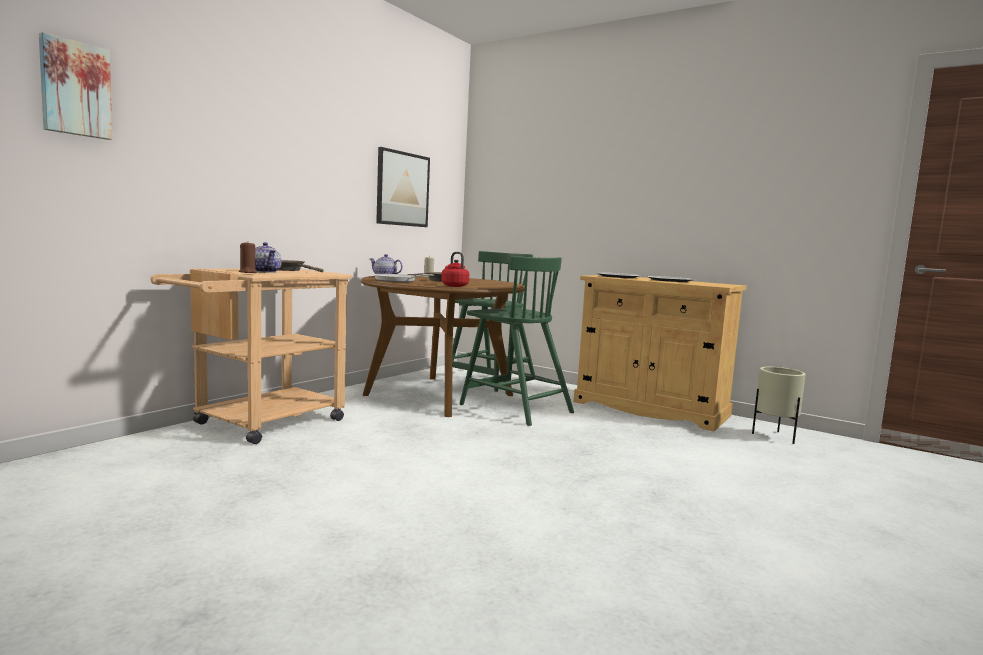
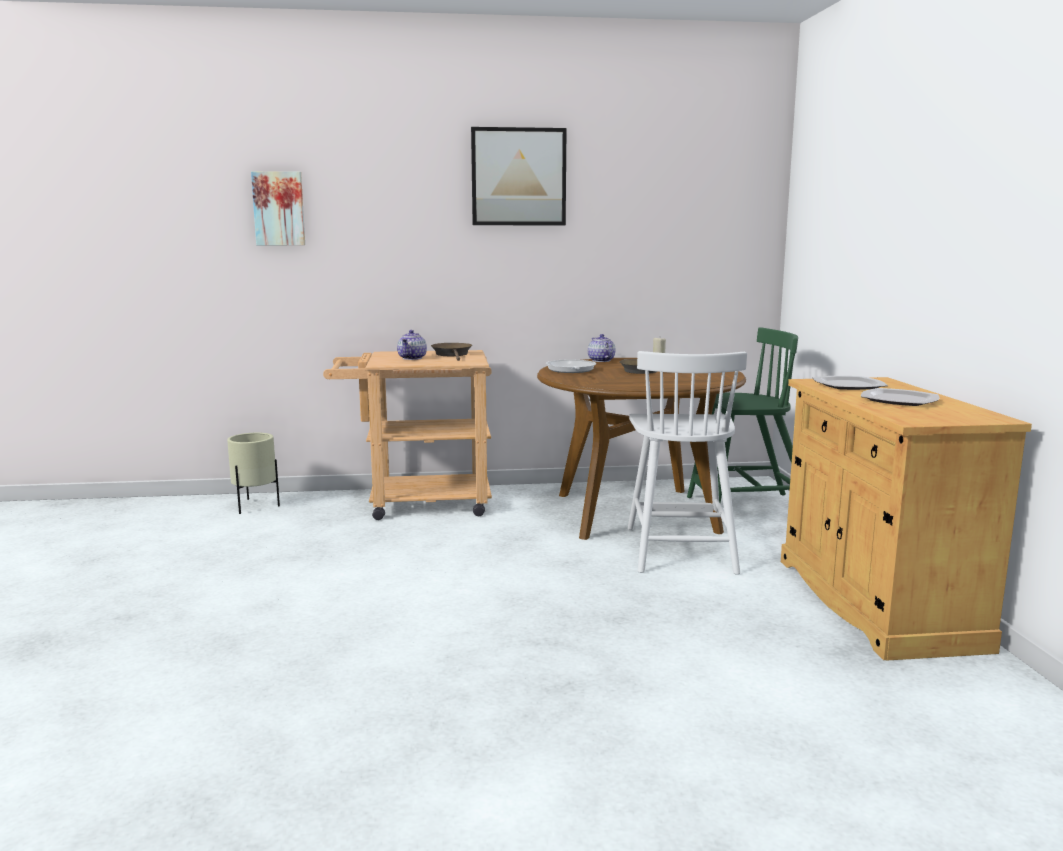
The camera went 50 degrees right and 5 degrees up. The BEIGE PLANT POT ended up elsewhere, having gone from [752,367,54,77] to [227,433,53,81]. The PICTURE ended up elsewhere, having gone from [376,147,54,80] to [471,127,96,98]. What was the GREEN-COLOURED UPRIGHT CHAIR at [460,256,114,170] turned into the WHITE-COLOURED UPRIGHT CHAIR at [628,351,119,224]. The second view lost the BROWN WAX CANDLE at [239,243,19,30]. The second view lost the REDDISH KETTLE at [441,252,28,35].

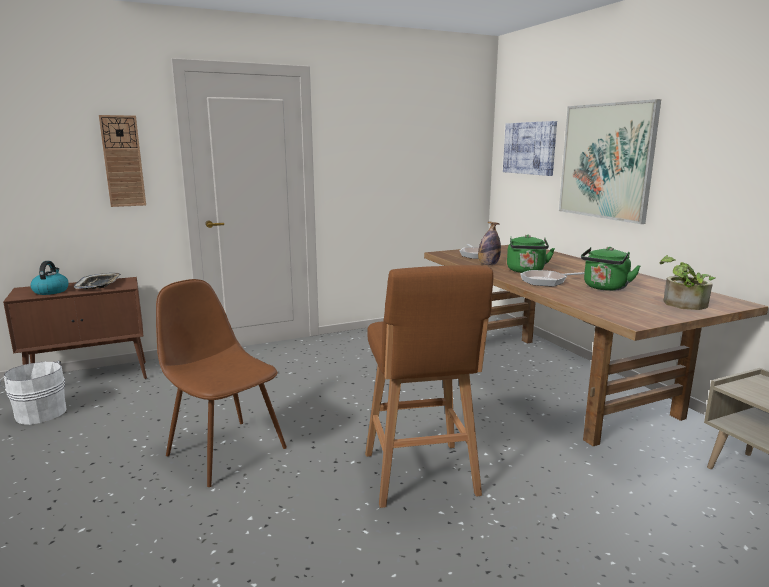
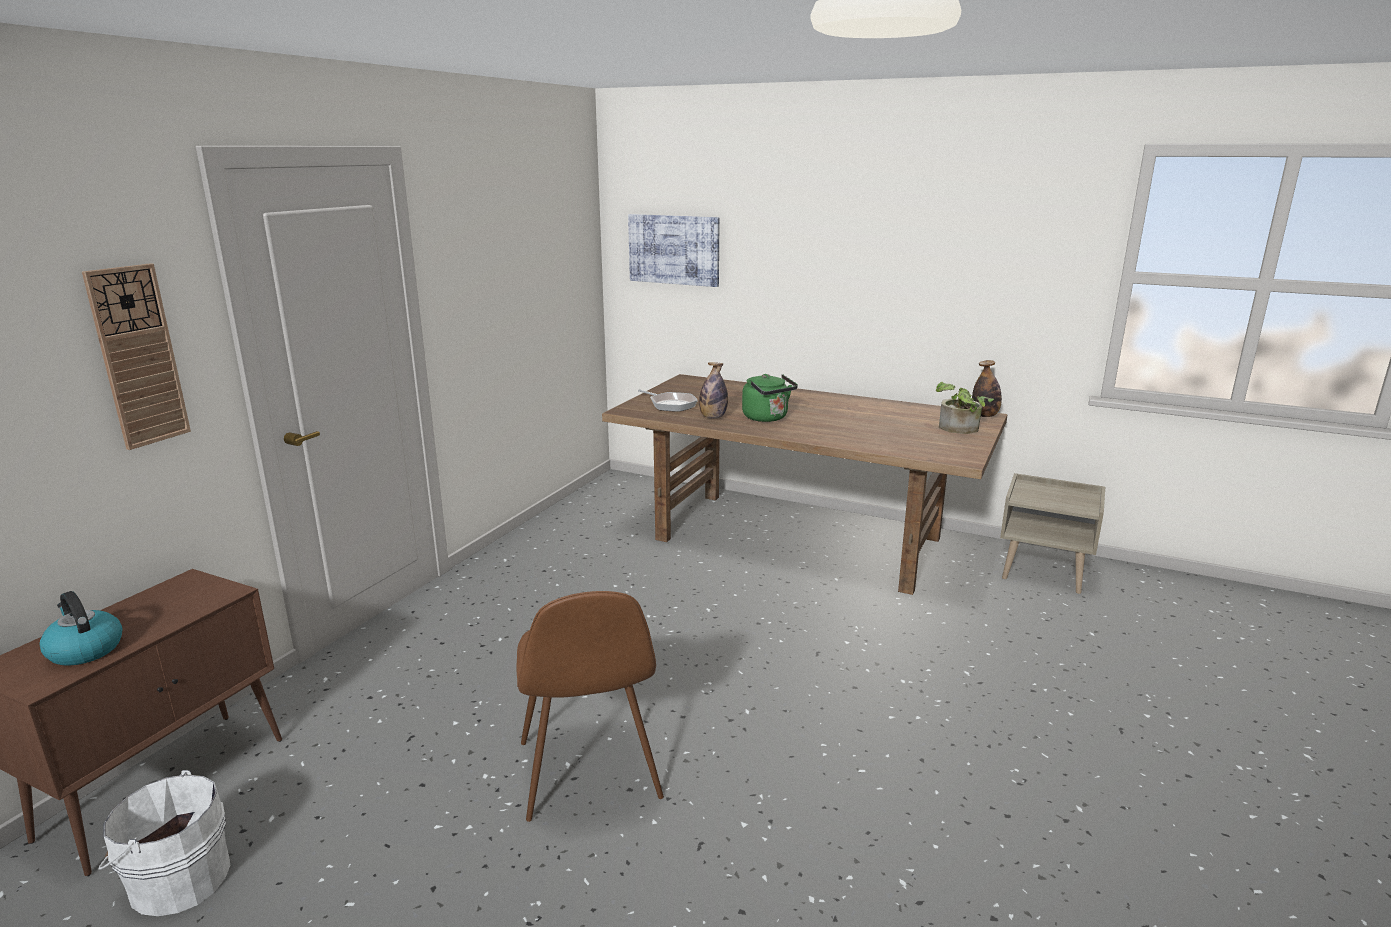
The camera went 40 degrees left and 5 degrees up. The BROWN UPRIGHT CHAIR at [156,279,131,208] ended up facing another way, 105 degrees counterclockwise from before. The second view gained the BOTTLE at [972,360,30,57]. The second view lost the TRAY at [74,273,47,16]. The second view lost the BROWN STOOL at [365,265,128,243]. The second view lost the SKILLET at [520,270,64,17]. The second view lost the PICTURE at [559,99,102,125]. The second view lost the GREEN-COLOURED KETTLE at [581,247,59,44].

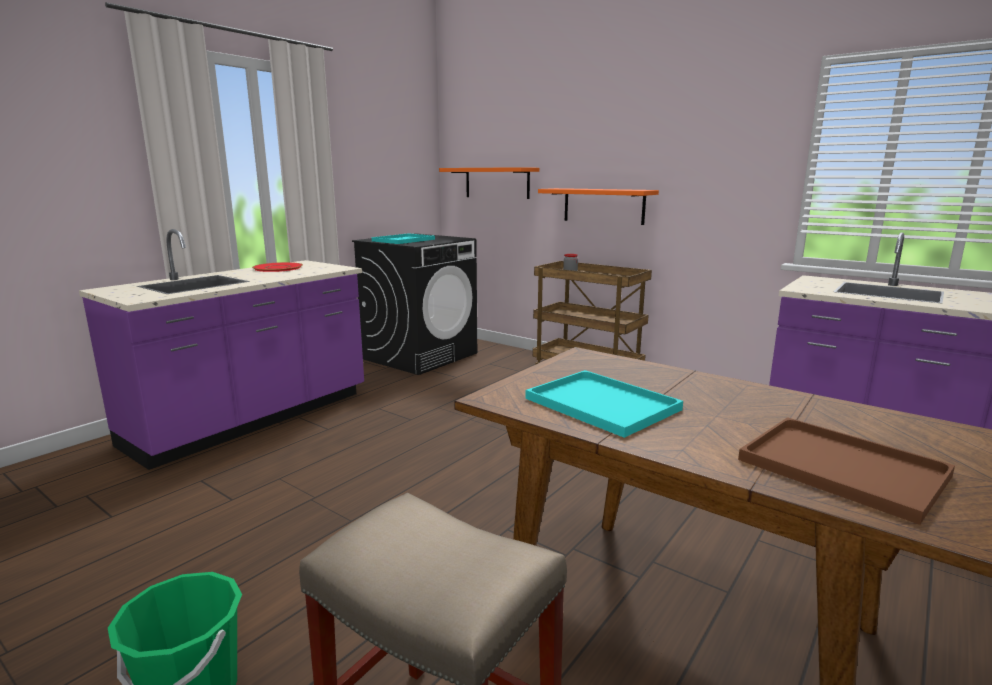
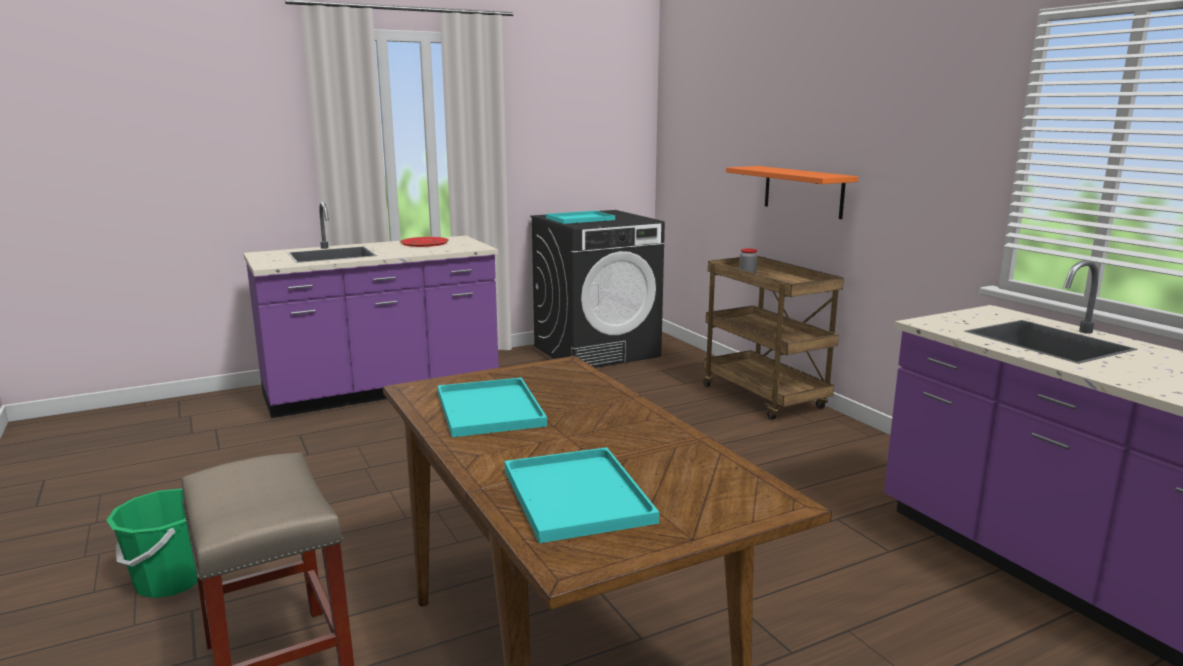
The camera went 25 degrees right and 0 degrees up. What was the BROWN TRAY at [738,417,217,108] turned into the TURQUOISE-COLOURED TRAY at [504,447,155,96]. The second view lost the ORANGEY SHELF at [439,167,100,32].

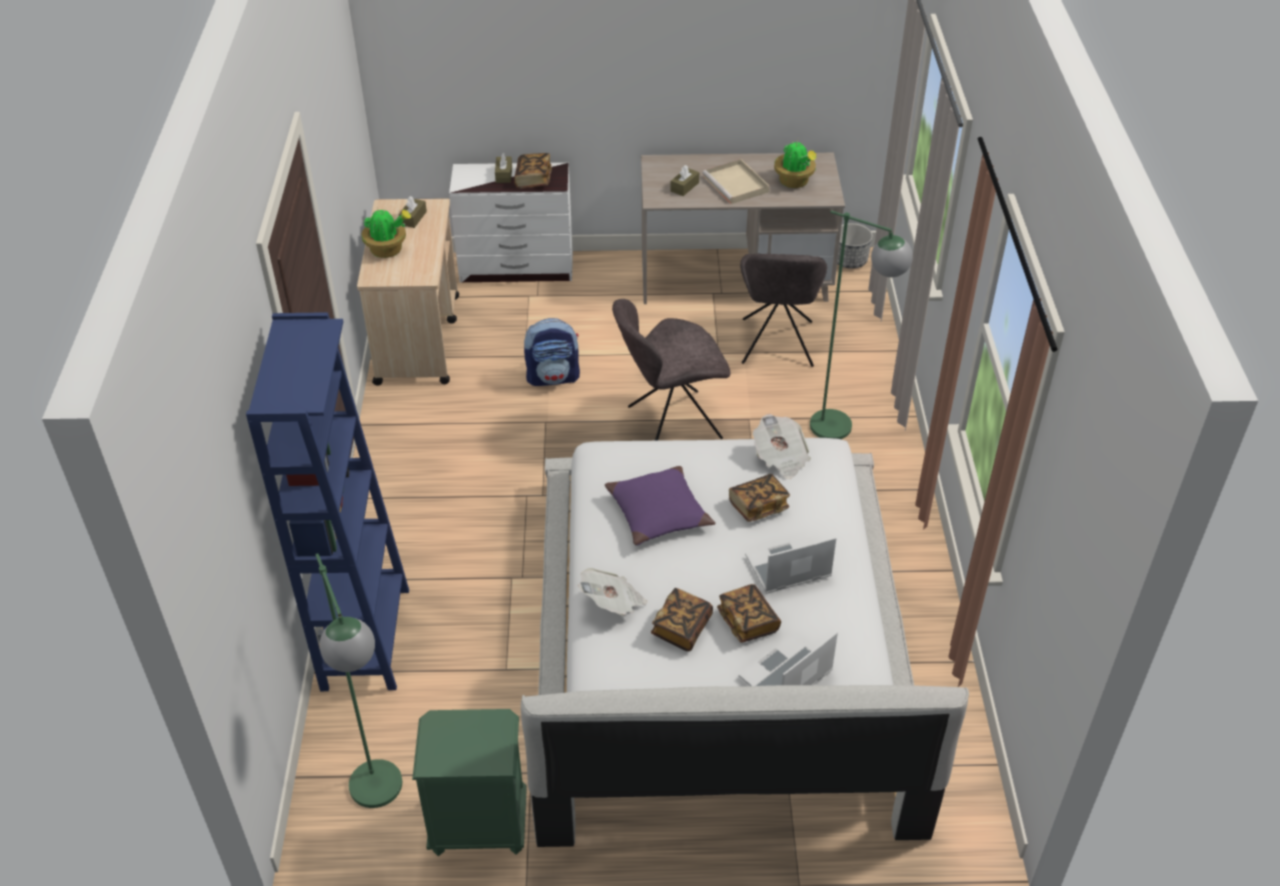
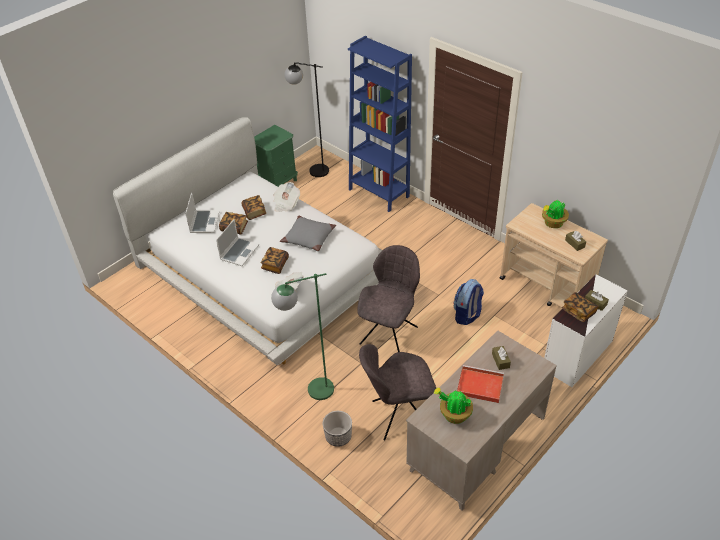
The camera went 135 degrees right and 0 degrees up. What was the PURPLISH THROW PILLOW at [605,466,110,80] turned into the GRAY THROW PILLOW at [280,216,56,35]. What was the GREEN-COLOURED STANDING LAMP at [315,553,87,255] turned into the BLACK STANDING LAMP at [284,62,45,115]. The PLANT POT ended up elsewhere, having gone from [837,223,36,46] to [323,411,29,36]. The GRAY UPRIGHT CHAIR at [740,253,87,114] ended up facing another way, 60 degrees counterclockwise from before. What was the BEIGE TRAY at [703,159,67,45] turned into the REDDISH TRAY at [457,365,47,38].

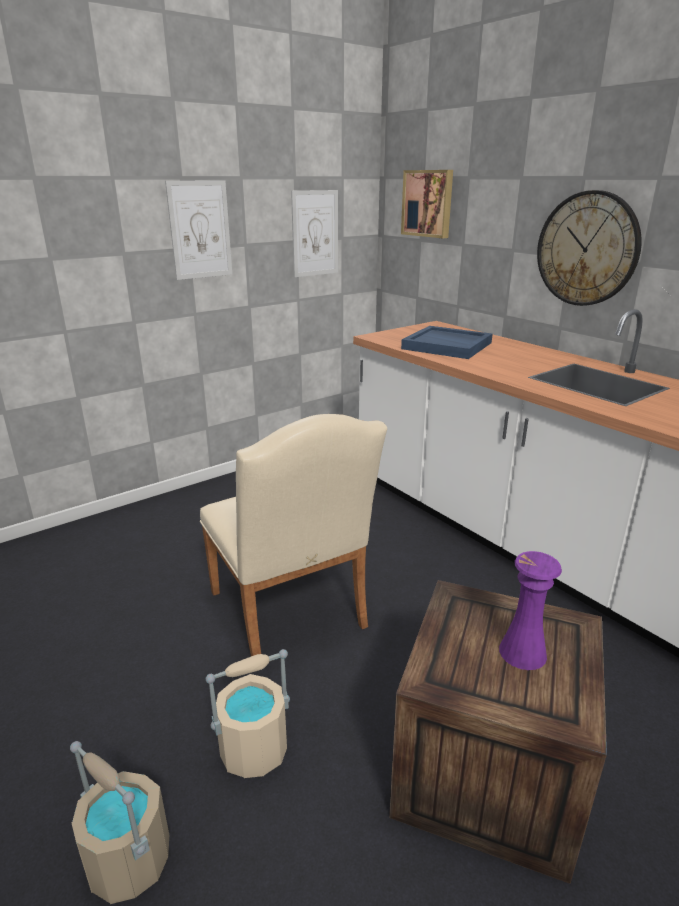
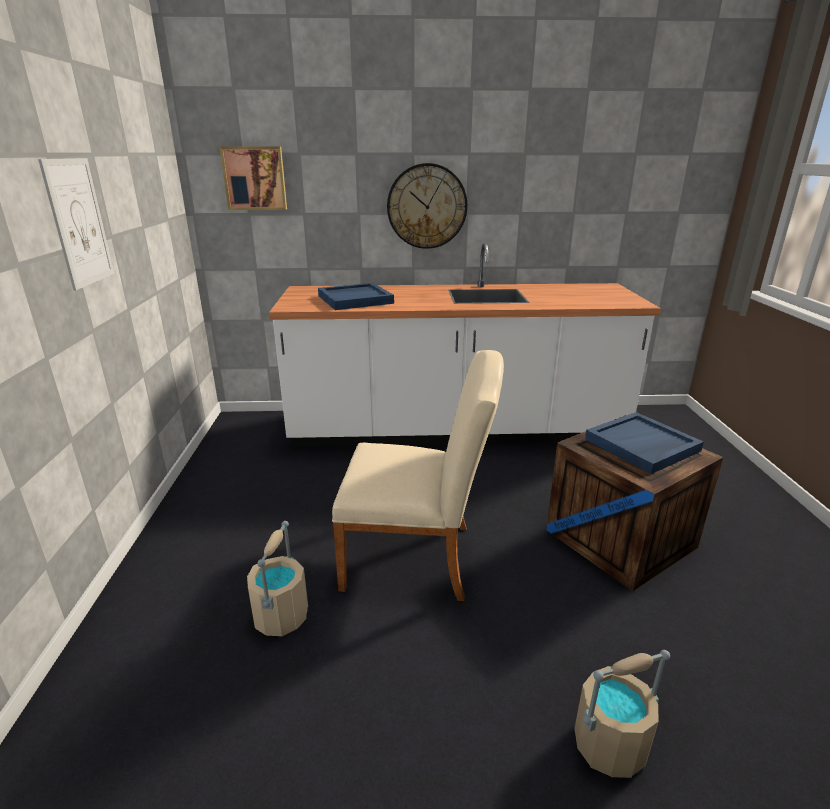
The camera went 55 degrees left and 0 degrees up. The BEIGE PAIL ended up elsewhere, having gone from [206,649,84,129] to [247,521,61,115]. Where the PURPLISH FLOWER VASE stood at [499,551,63,119], the BLUE TRAY came to stand at [585,412,119,62]. The second view lost the PICTURE at [291,190,47,87].

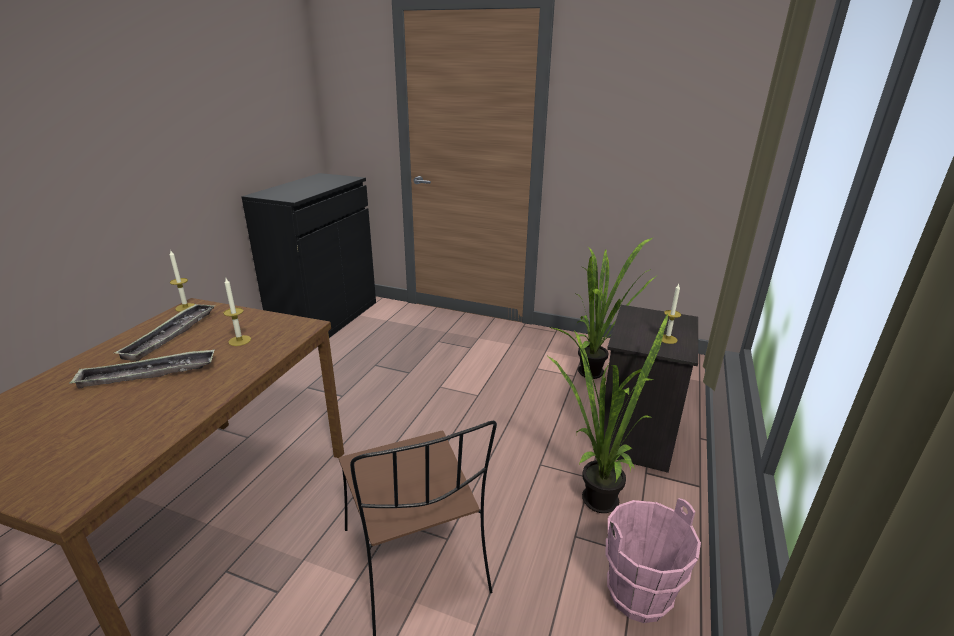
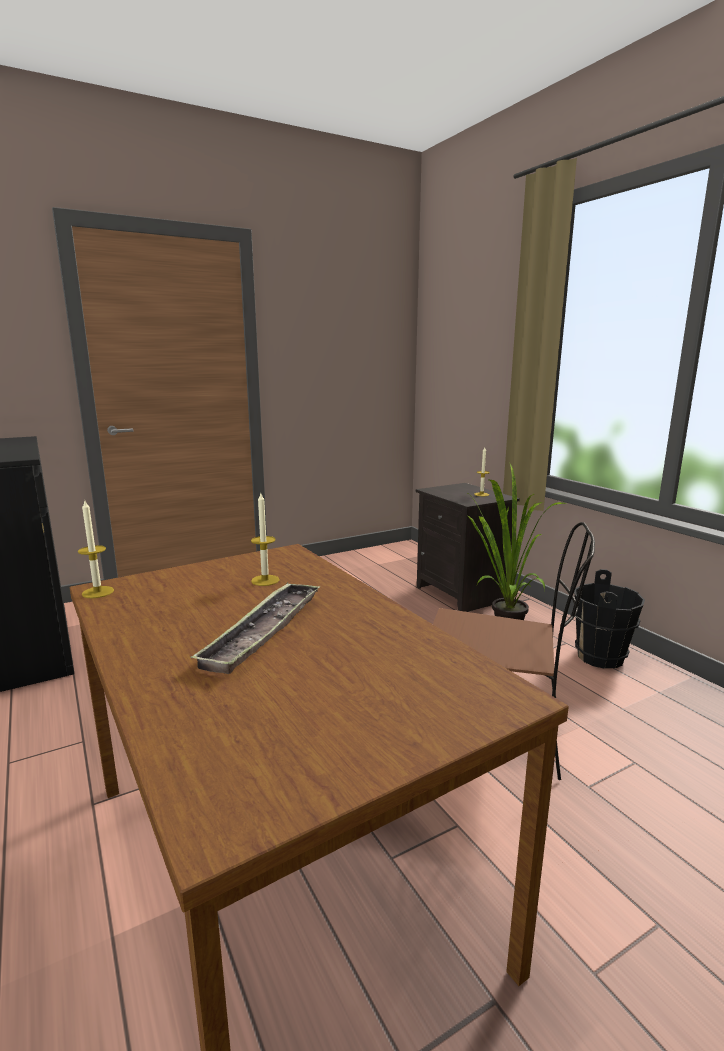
The camera went 50 degrees left and 10 degrees down. What was the PINKISH PAIL at [606,498,95,125] turned into the BLACK PAIL at [574,569,71,100]. The second view lost the TRAY at [115,304,101,57]. The second view lost the PLANT IN A POT at [576,238,80,141].

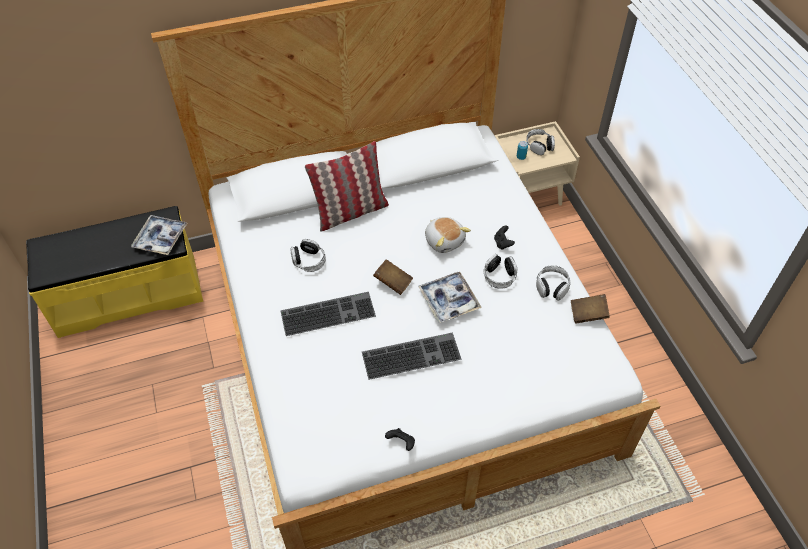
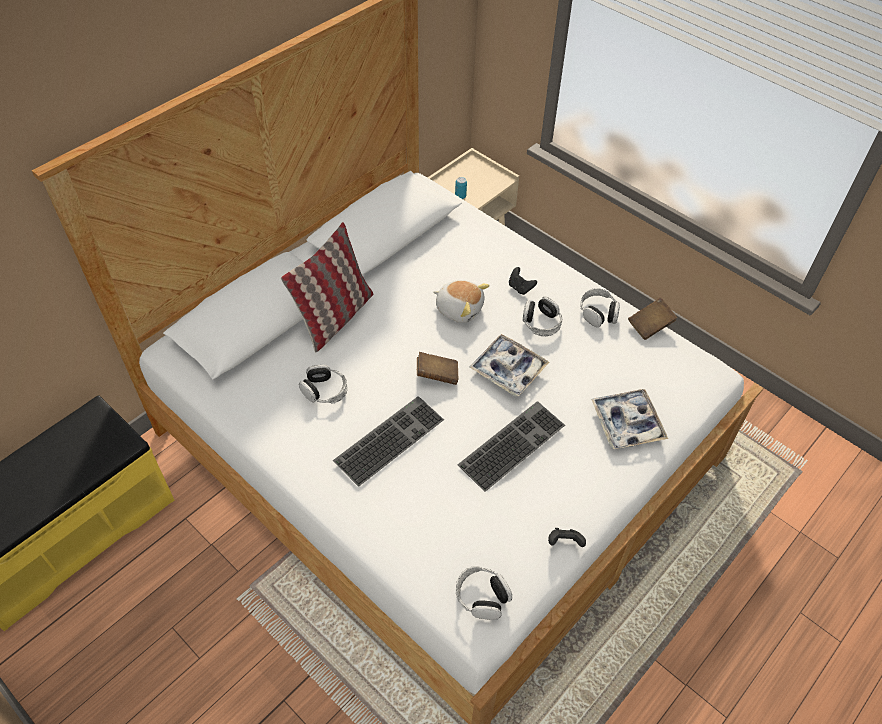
The camera went 30 degrees left and 0 degrees up. The HEADSET ended up elsewhere, having gone from [526,129,29,26] to [456,566,56,54]. The TRAY ended up elsewhere, having gone from [131,215,57,40] to [591,389,77,60].

